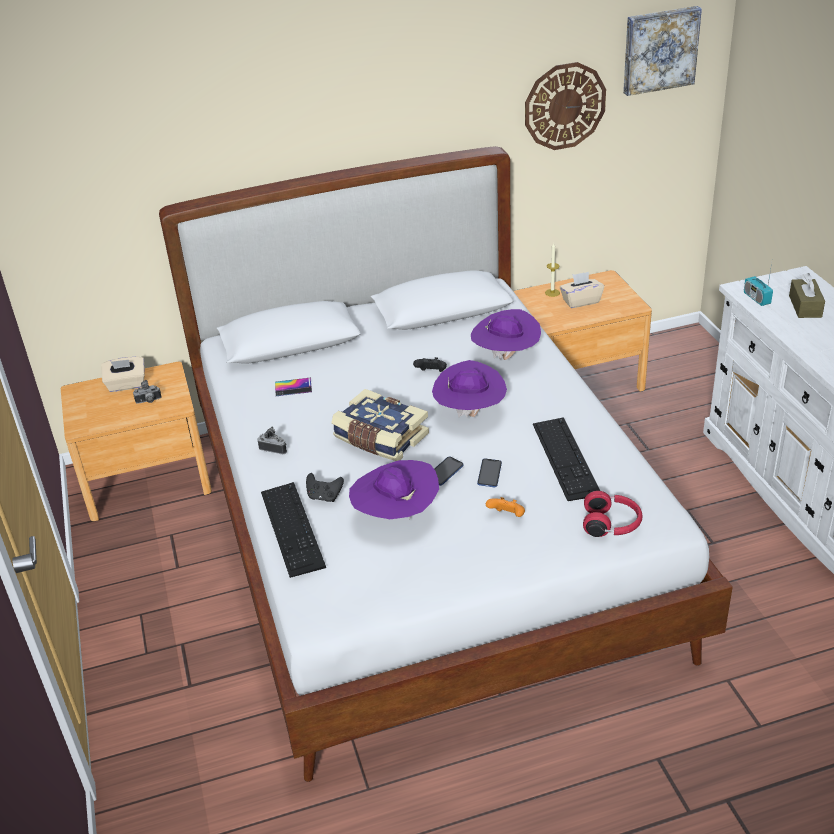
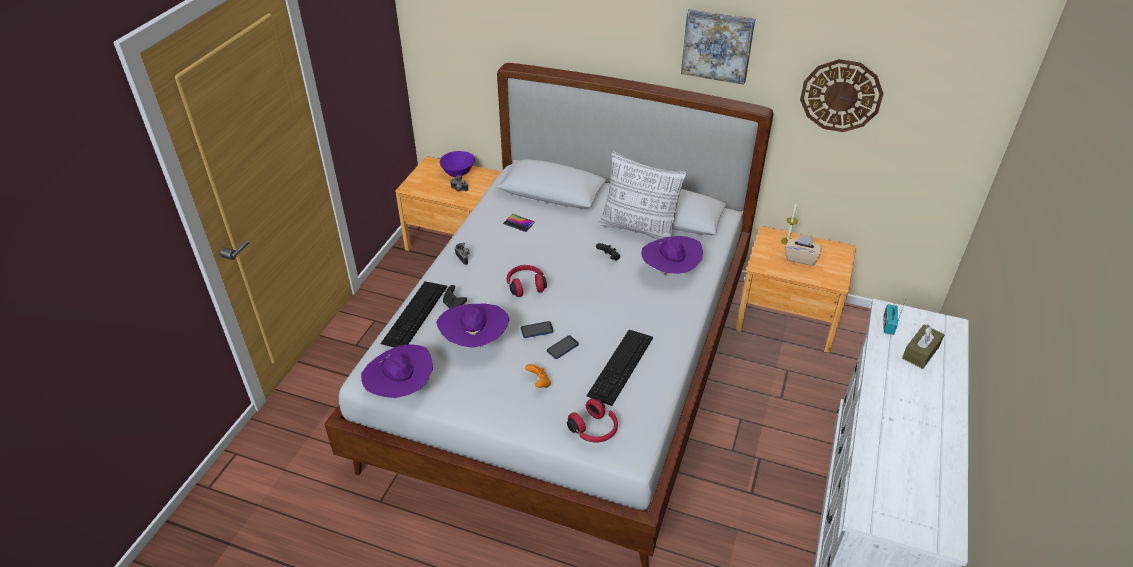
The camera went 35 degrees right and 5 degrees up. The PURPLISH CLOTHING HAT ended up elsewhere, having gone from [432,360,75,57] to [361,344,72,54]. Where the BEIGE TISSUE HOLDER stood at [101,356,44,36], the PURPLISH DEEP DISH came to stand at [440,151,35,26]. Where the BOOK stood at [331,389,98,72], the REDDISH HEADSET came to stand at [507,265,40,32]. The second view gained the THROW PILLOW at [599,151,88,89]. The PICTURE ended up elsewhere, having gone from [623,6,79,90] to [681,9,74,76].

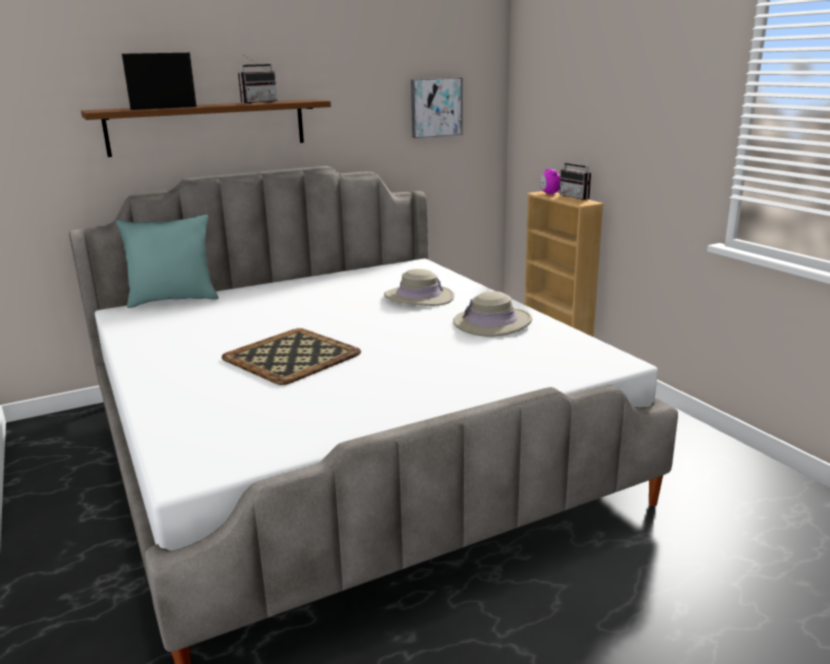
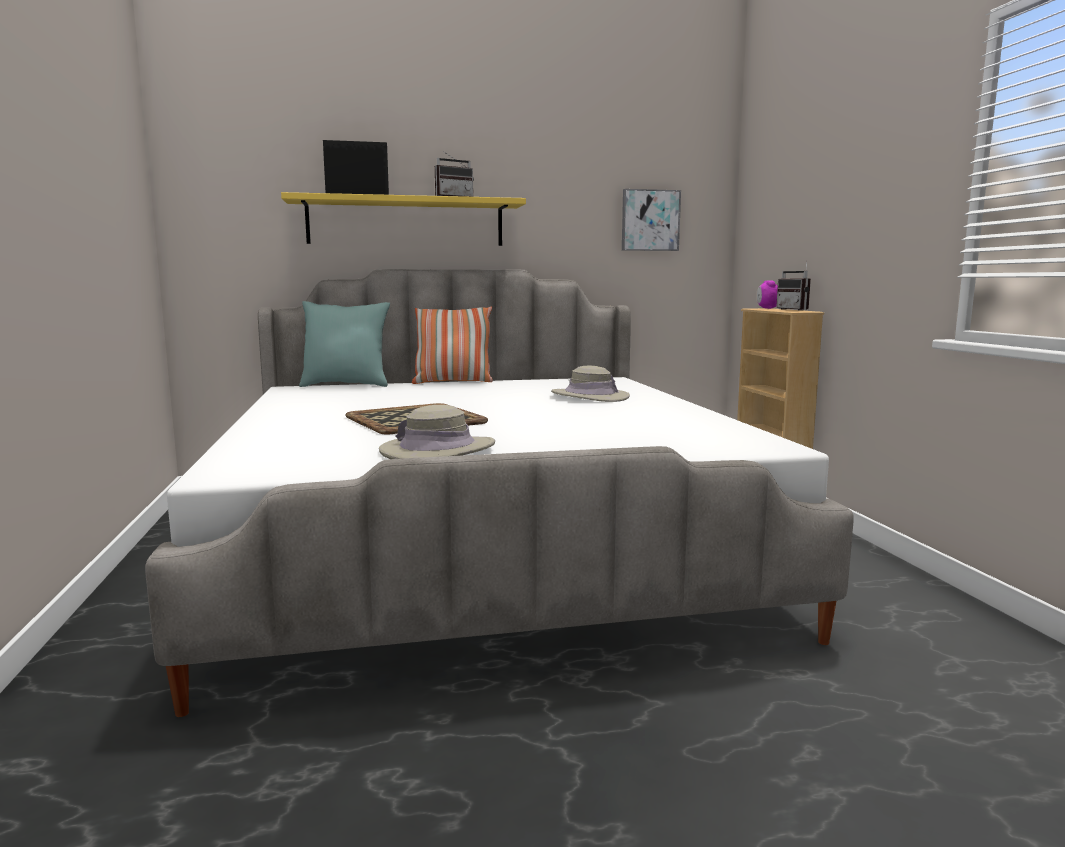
The camera went 15 degrees right and 10 degrees down. What was the BROWN SHELF at [81,99,250,58] turned into the YELLOW SHELF at [281,192,245,54]. The BEIGE CLOTHING HAT ended up elsewhere, having gone from [453,291,79,46] to [379,405,116,54]. The second view gained the THROW PILLOW at [412,306,81,78].

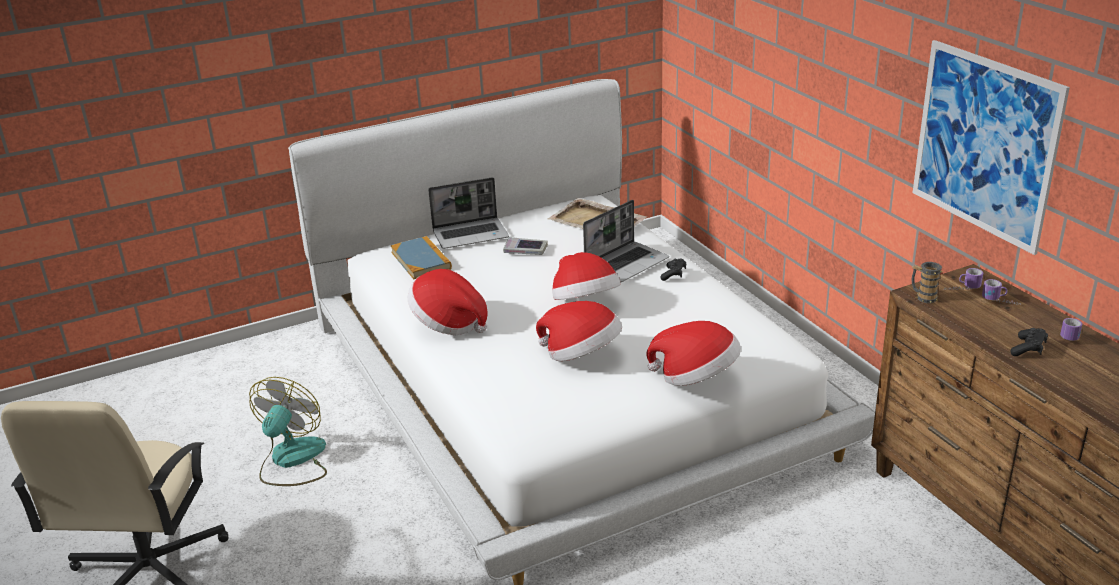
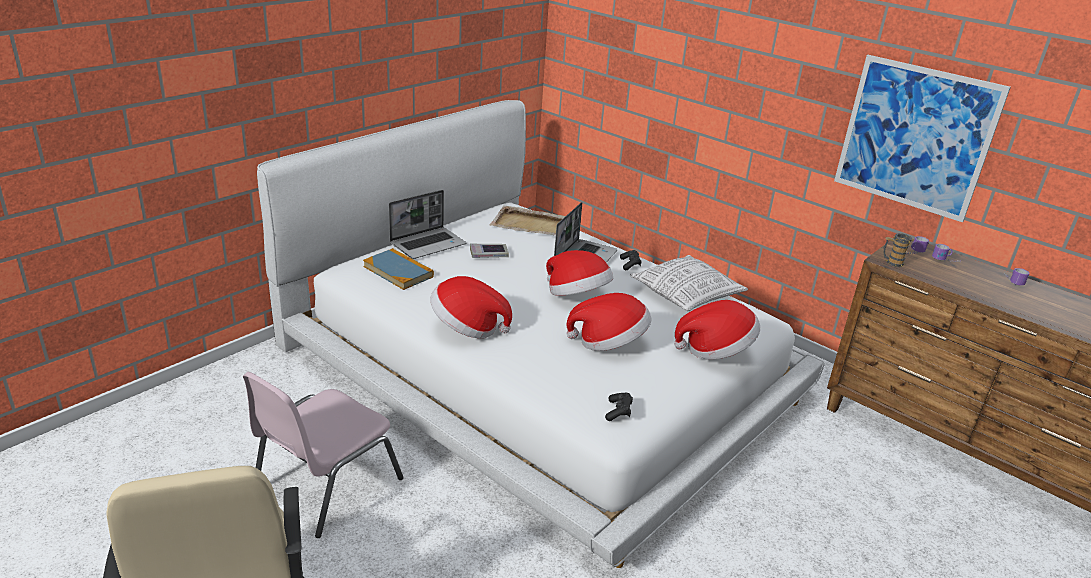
The camera went 25 degrees left and 0 degrees up. Where the COOLING FAN stood at [249,377,78,109], the PINKISH UPRIGHT CHAIR came to stand at [243,372,160,166]. The BLACK GAME CONTROLLER ended up elsewhere, having gone from [1010,328,38,28] to [605,393,28,28]. The second view gained the THROW PILLOW at [630,255,118,56].

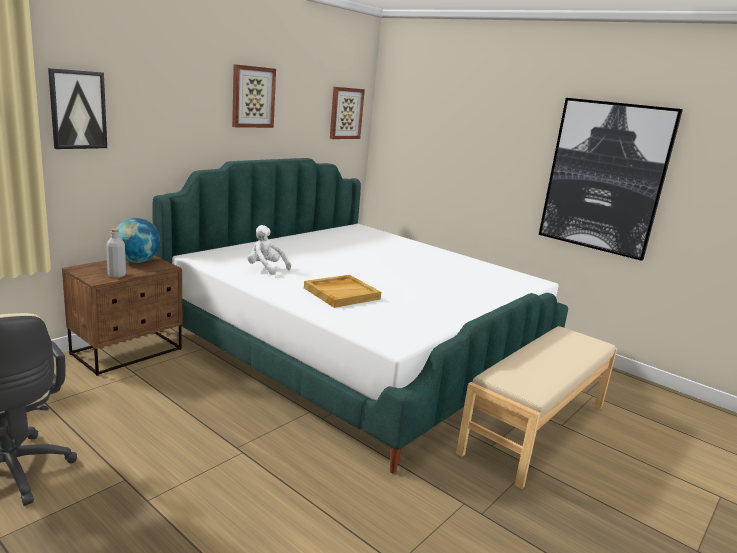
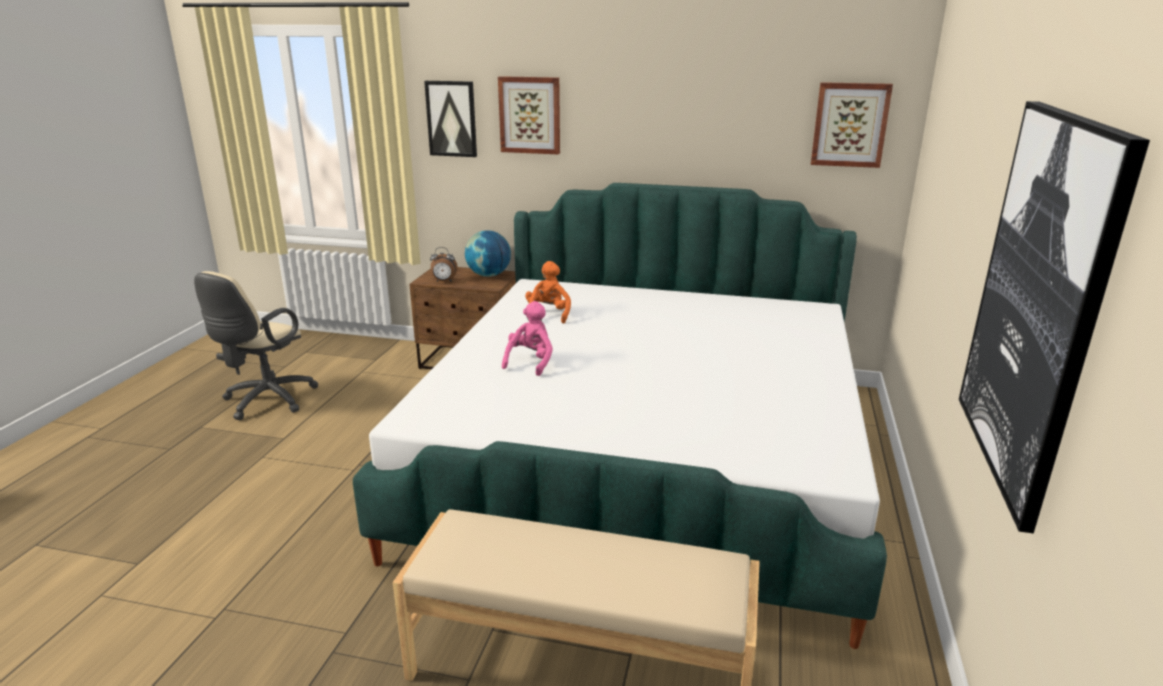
The camera went 65 degrees right and 5 degrees up. Where the GRAY BOTTLE stood at [106,228,20,50], the BEDSIDE CLOCK came to stand at [430,247,28,35]. The PICTURE ended up elsewhere, having gone from [232,64,44,64] to [498,76,62,79]. Where the BEIGE TRAY stood at [304,275,77,33], the PINKISH CUDDLY TOY came to stand at [502,301,51,75]. What was the WHITE-COLOURED CUDDLY TOY at [247,225,44,50] turned into the ORANGEY CUDDLY TOY at [525,261,46,62].

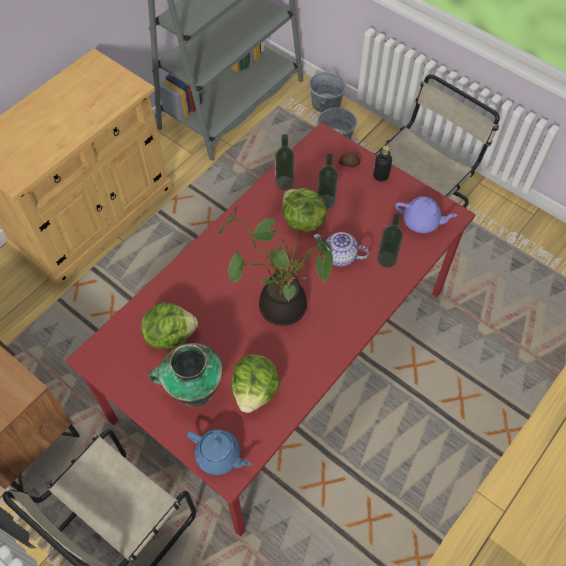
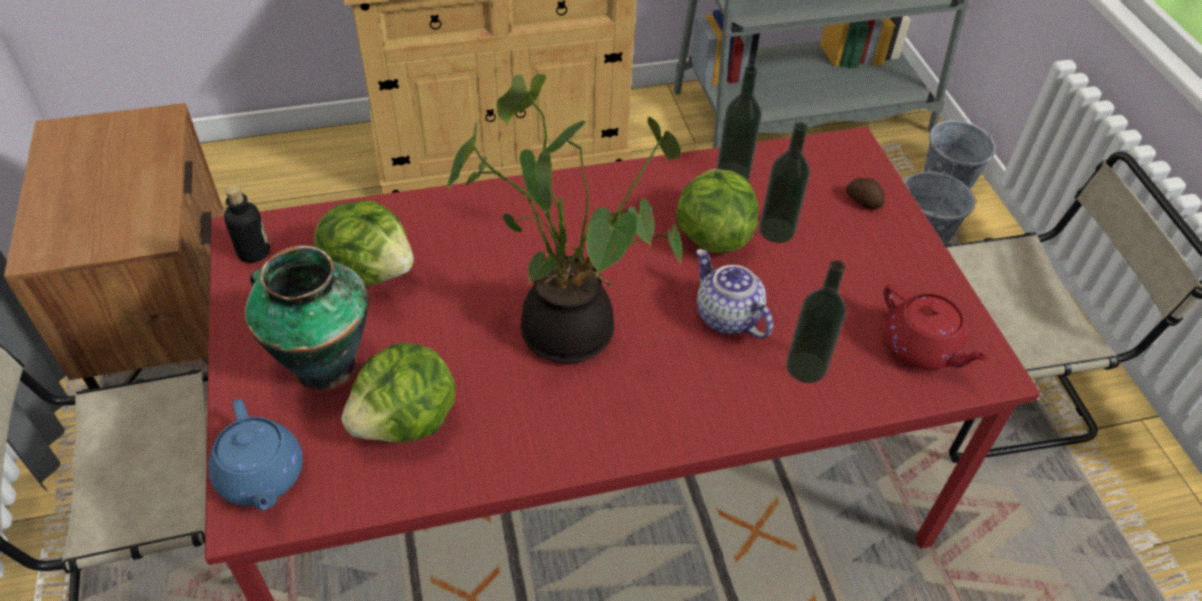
The camera went 35 degrees right and 10 degrees down. The BOTTLE ended up elsewhere, having gone from [373,146,19,36] to [224,185,46,78]. What was the PURPLISH POT FOR TEA at [395,197,62,36] turned into the REDDISH POT FOR TEA at [884,284,105,86].

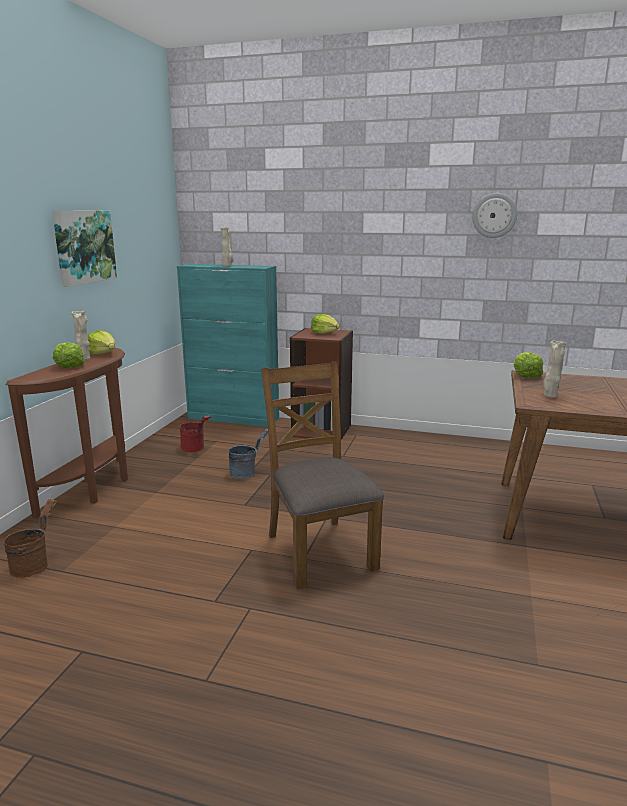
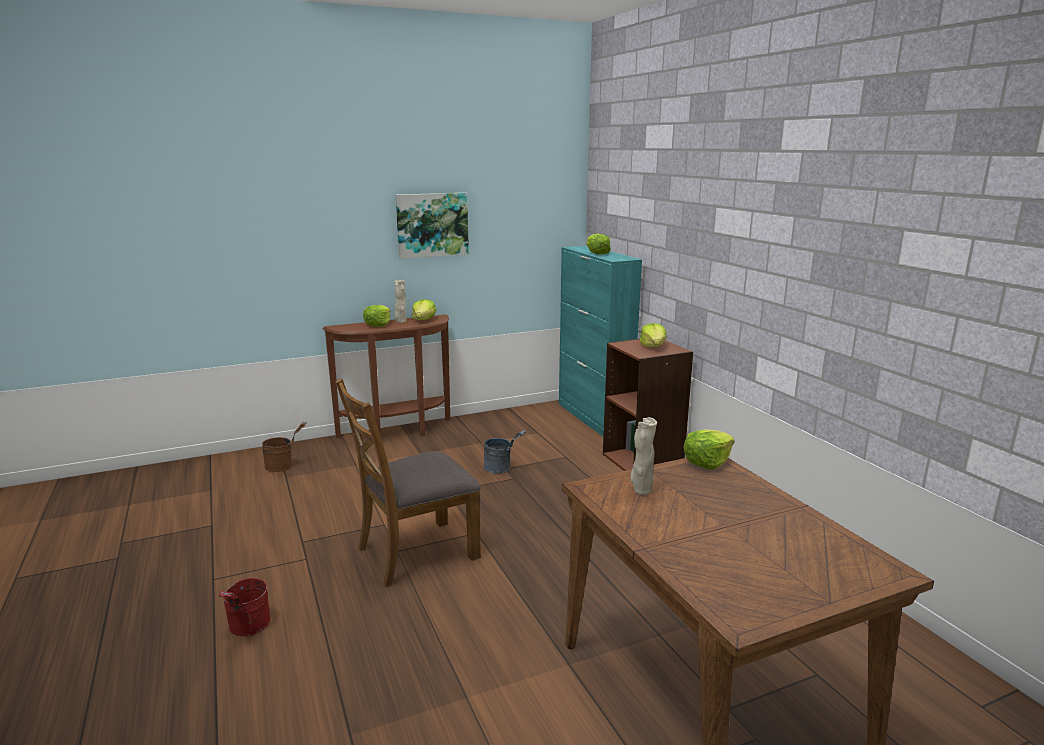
The camera went 50 degrees right and 0 degrees up. The REDDISH PAIL ended up elsewhere, having gone from [180,416,31,36] to [219,578,51,58]. The BROWN UPRIGHT CHAIR at [261,361,123,228] ended up facing another way, 150 degrees counterclockwise from before. Where the BEIGE FLOWER VASE stood at [220,226,13,41], the LETTUCE HEAD came to stand at [587,234,24,21]. The second view lost the WALL CLOCK at [472,193,45,45].

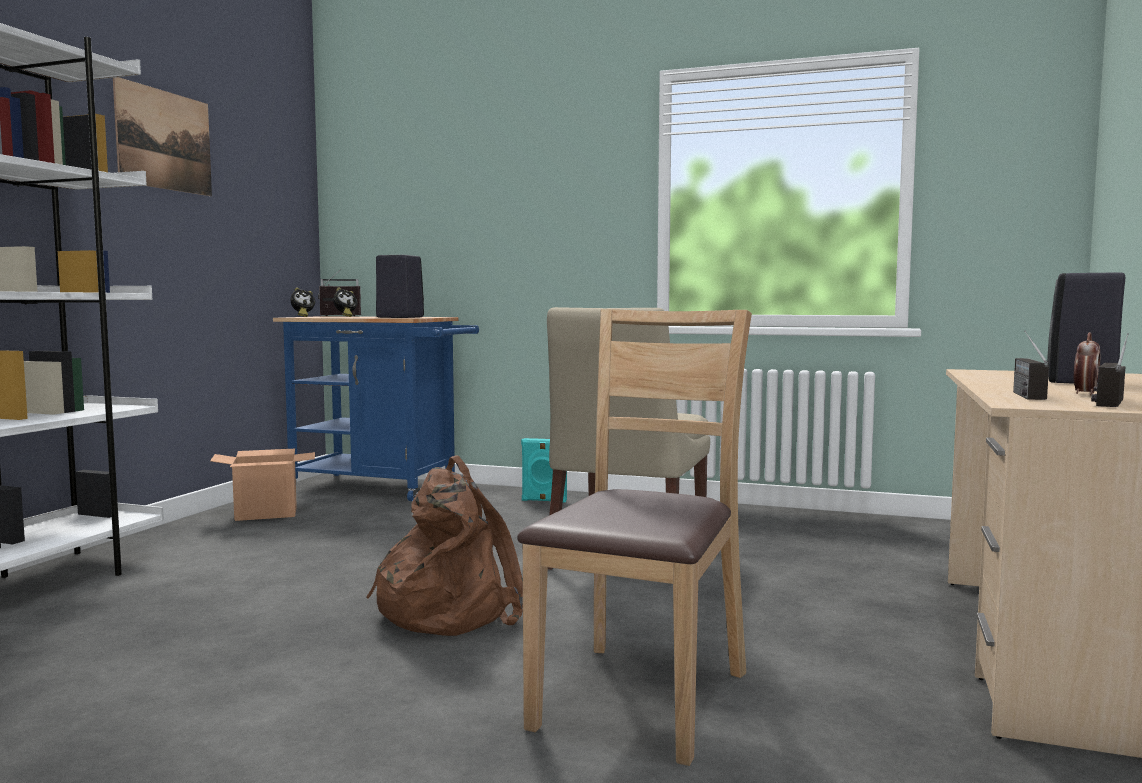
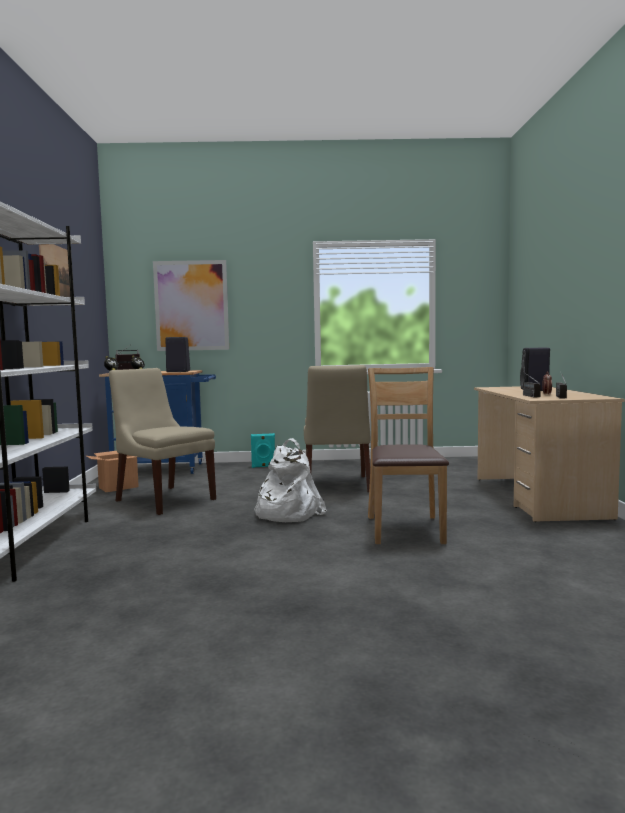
The camera went 20 degrees left and 0 degrees up. The second view gained the BEIGE UPRIGHT CHAIR at [109,368,107,147]. The second view gained the PICTURE at [153,260,76,91]. What was the BROWN RUCKSACK at [366,456,157,180] turned into the WHITE-COLOURED RUCKSACK at [253,438,73,84].

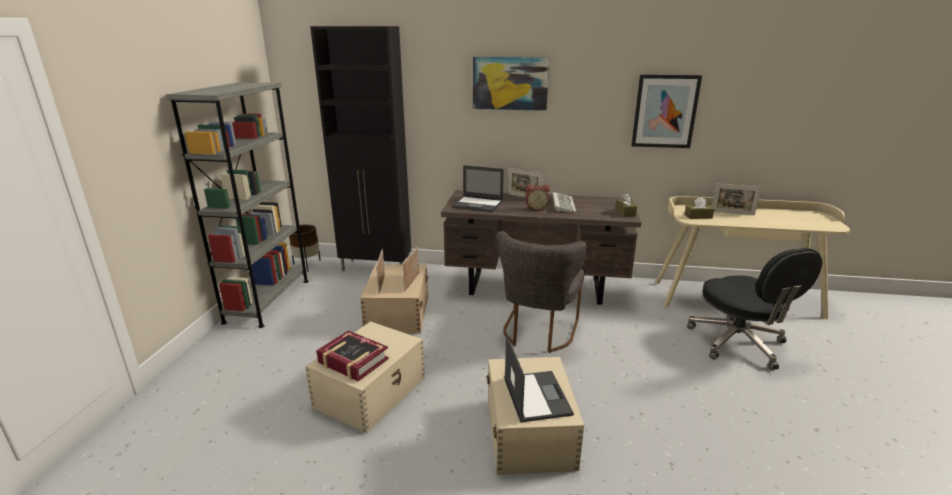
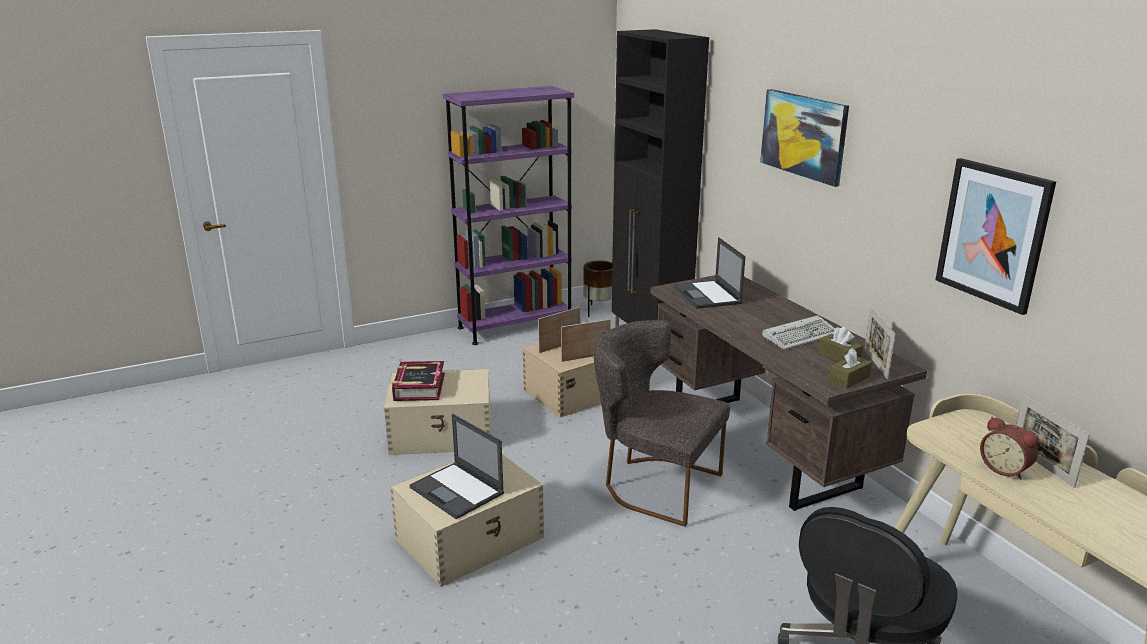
The camera went 55 degrees right and 0 degrees up. The LAPTOP at [504,335,70,87] ended up facing another way, 90 degrees clockwise from before. What was the GRAY BOOKCASE at [165,82,144,246] turned into the PURPLISH BOOKCASE at [443,86,131,259]. The GRAY UPRIGHT CHAIR at [497,231,90,122] ended up facing another way, 45 degrees clockwise from before. The BROWN TISSUE HOLDER ended up elsewhere, having gone from [684,197,30,22] to [818,327,45,35]. The PICTURE FRAME ended up elsewhere, having gone from [508,168,35,29] to [864,307,32,72]. The BEDSIDE CLOCK ended up elsewhere, having gone from [525,185,25,26] to [980,417,59,63].

